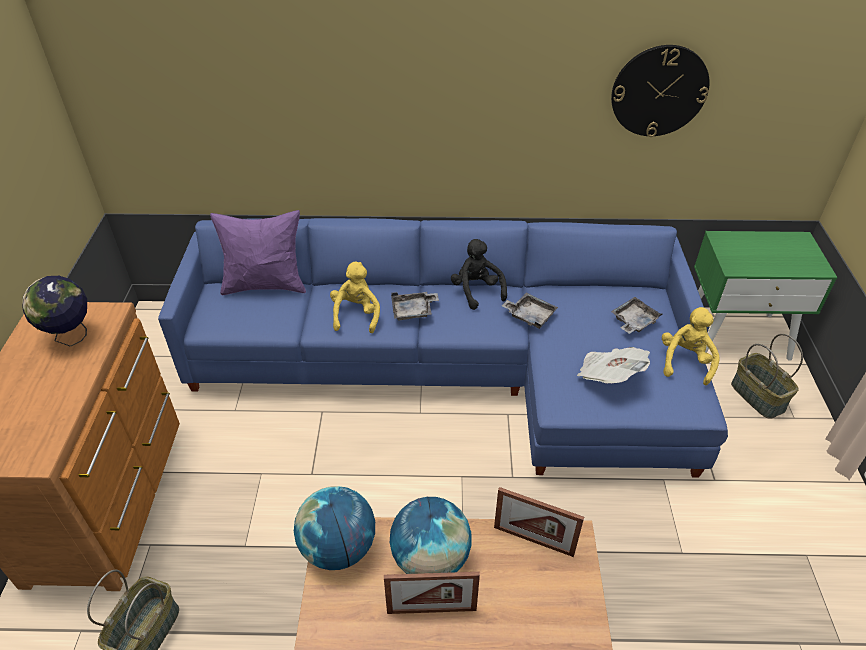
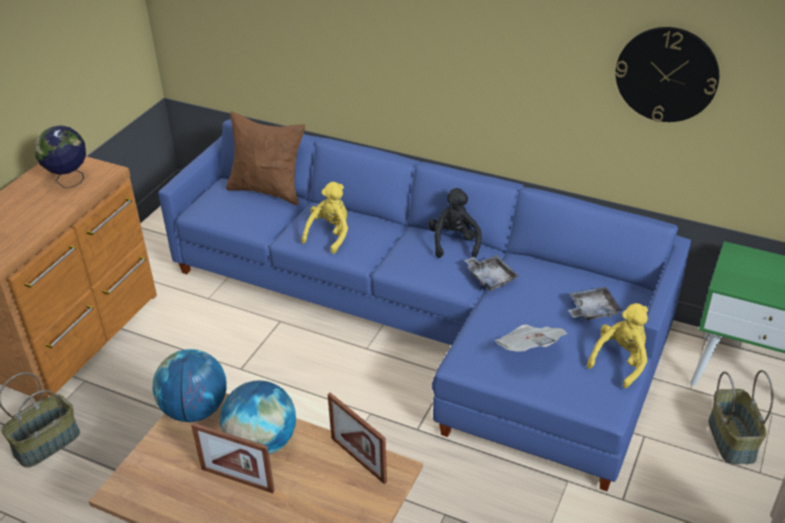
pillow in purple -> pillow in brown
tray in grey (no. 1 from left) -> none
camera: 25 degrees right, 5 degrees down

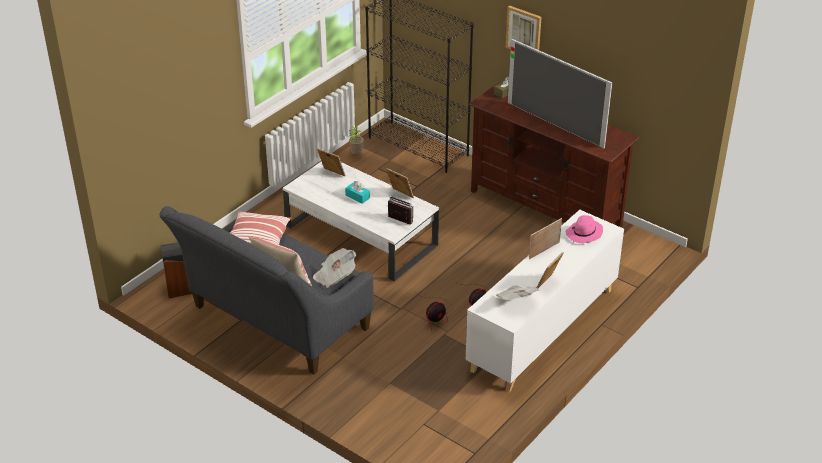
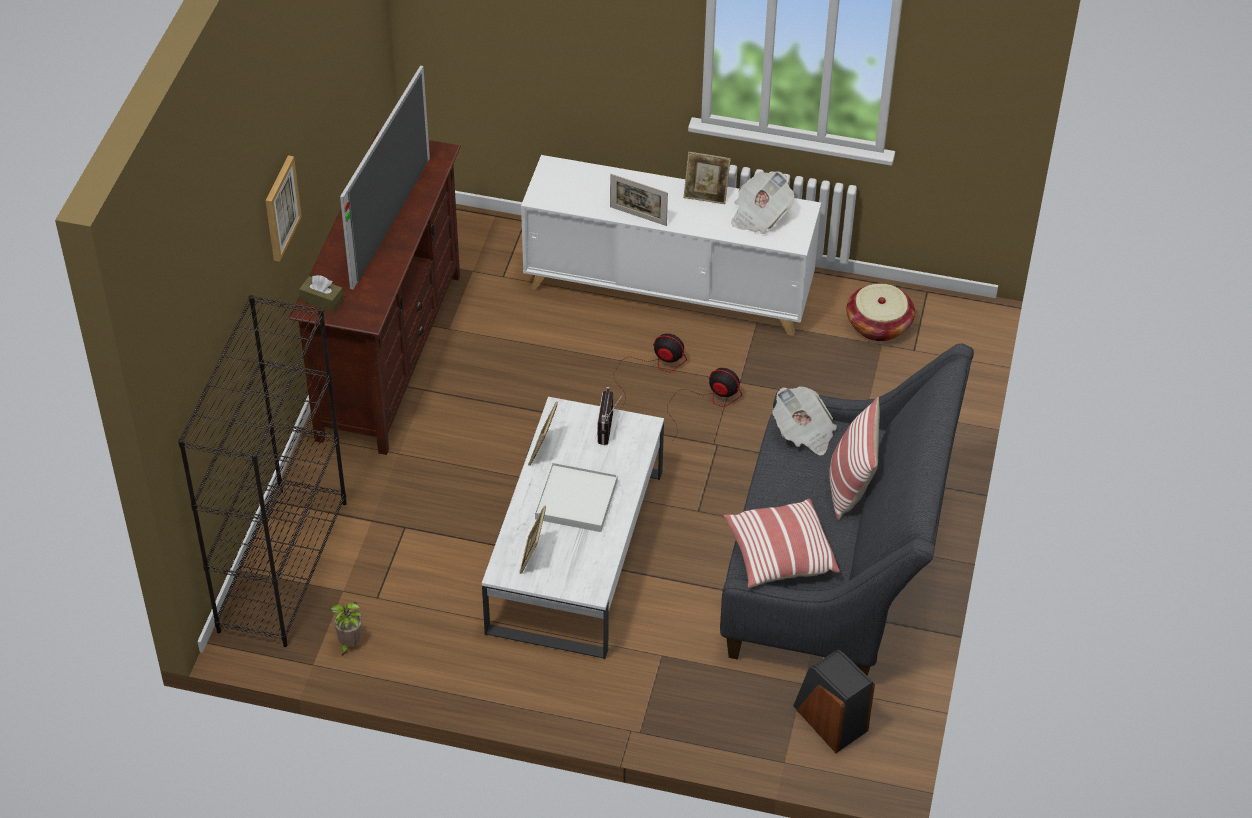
tissue box in turquoise -> tray in white
none -> basket
hat in pink -> none
camera: 115 degrees left, 10 degrees up

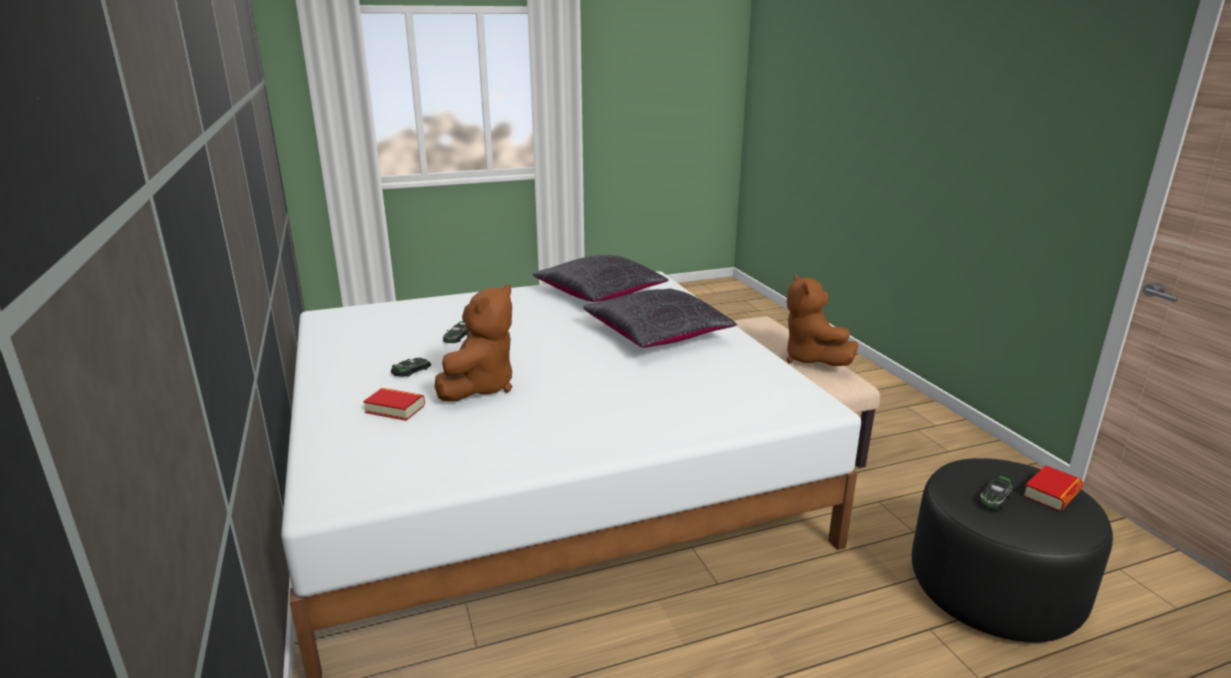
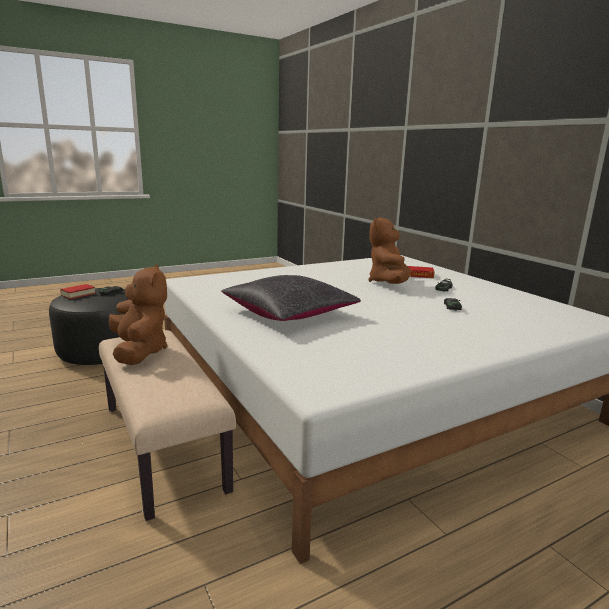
pillow in black (no. 1 from left) -> none
camera: 170 degrees right, 5 degrees down

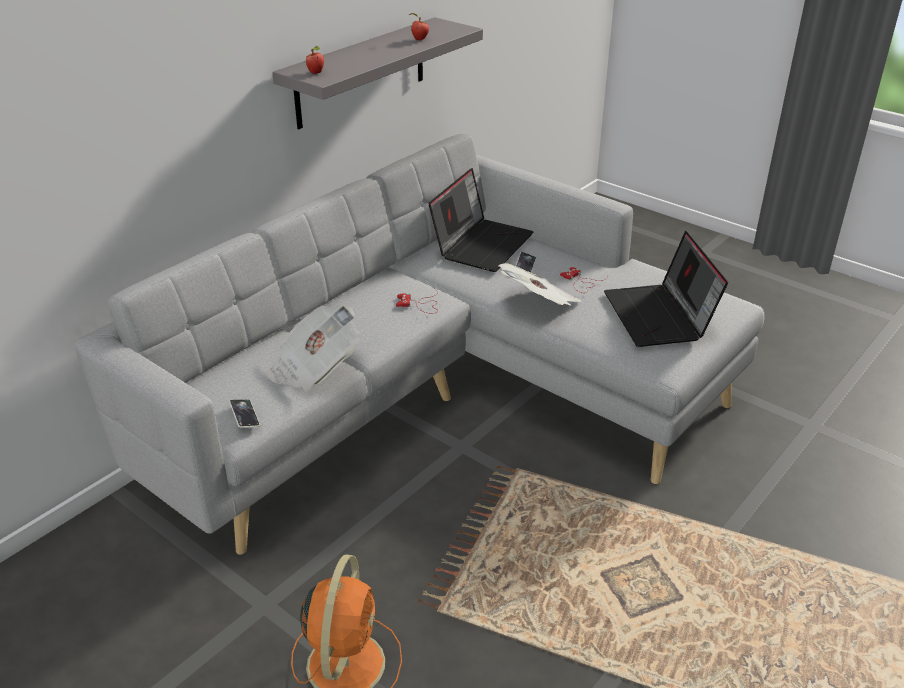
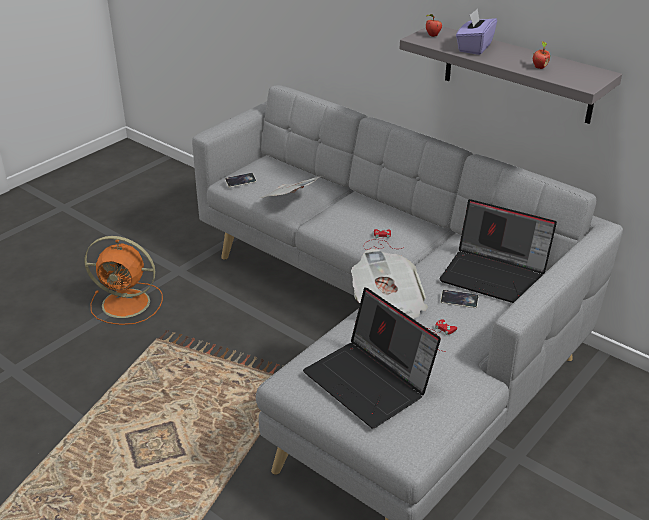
laptop (no. 2 from left in the first image) -> laptop (no. 1 from left), 120 degrees counterclockwise
none -> tissue box in purple
camera: 90 degrees right, 0 degrees up

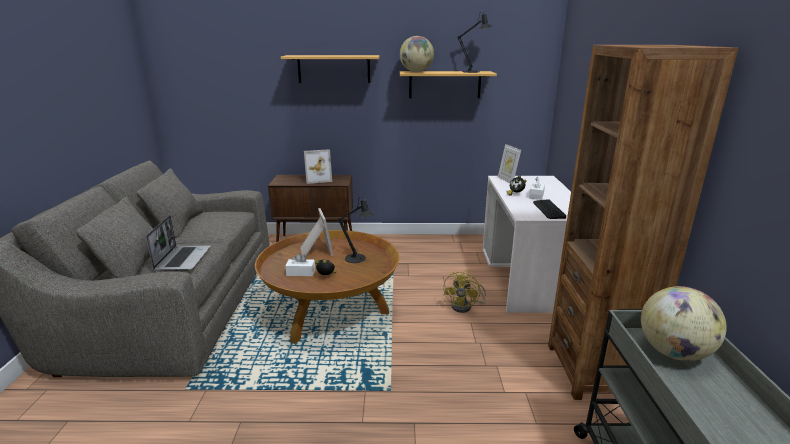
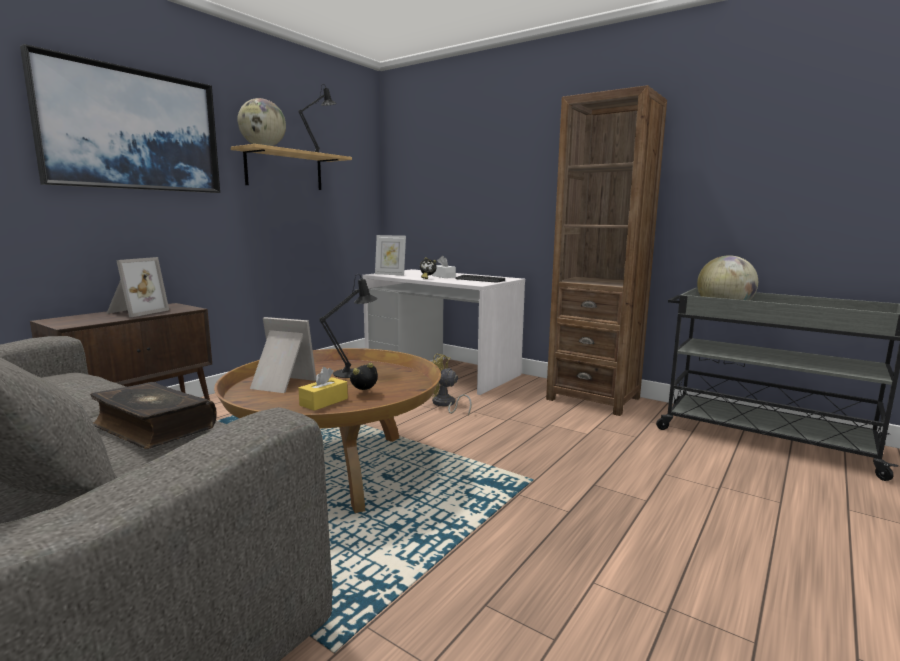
shelf (no. 1 from left) -> picture
laptop -> book
tissue box in white (no. 1 from left) -> tissue box in yellow
fan in yellow, 150 degrees clockwise
camera: 55 degrees left, 10 degrees down

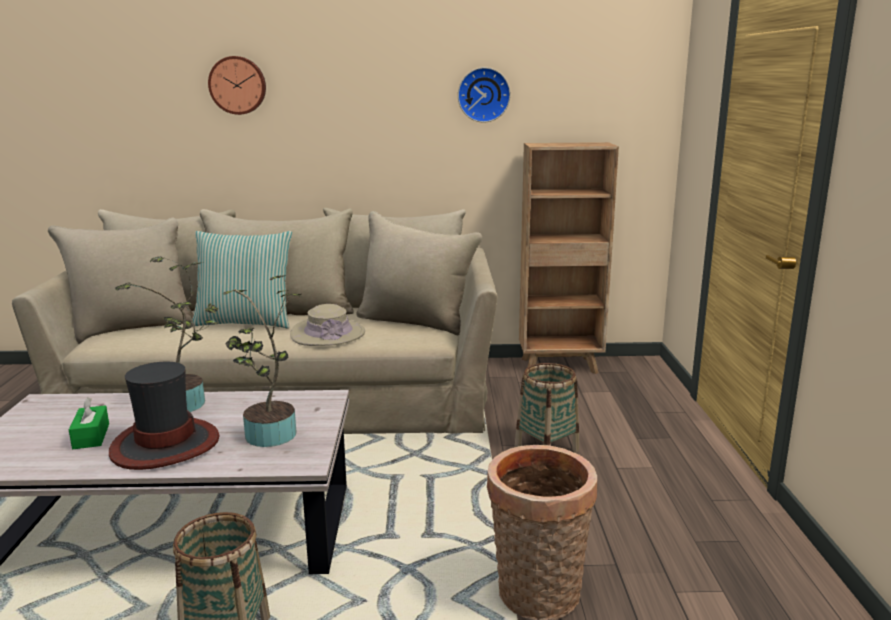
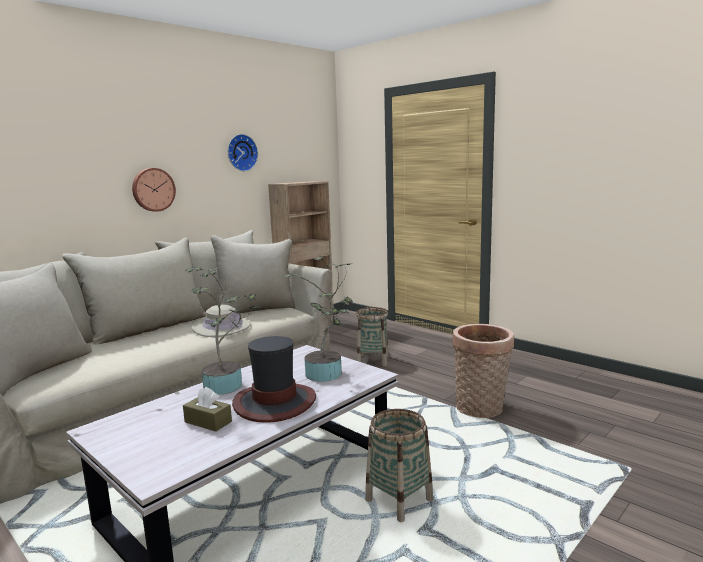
wall clock (no. 1 from left), relocated
tissue box in green -> tissue box in brown
pillow -> none
camera: 45 degrees left, 5 degrees down

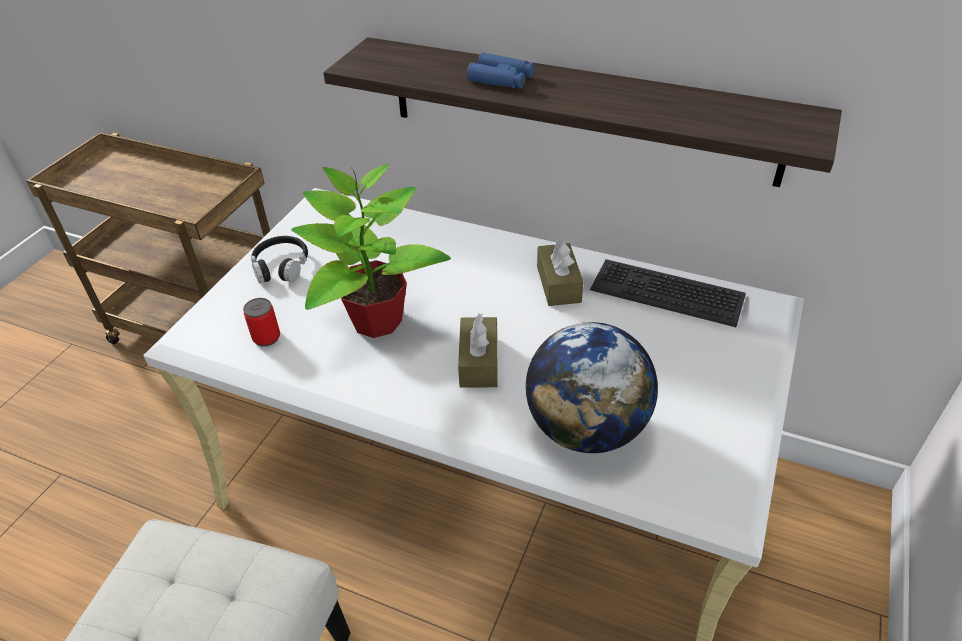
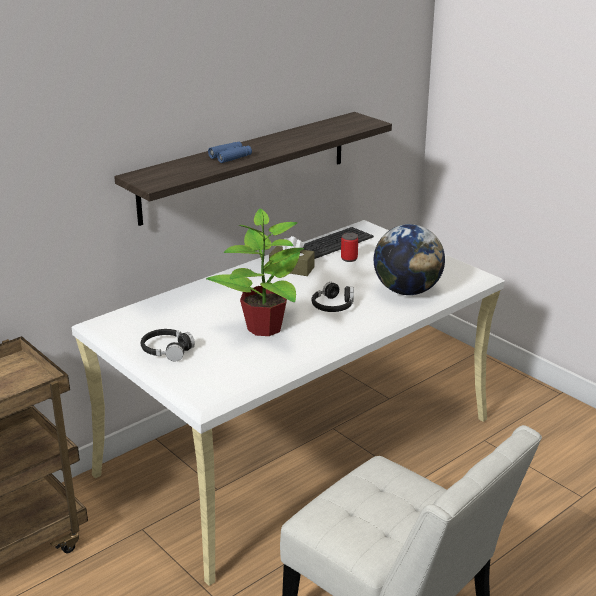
tissue box in brown (no. 1 from left) -> headphones in black (no. 2 from left)
can, relocated
camera: 65 degrees left, 15 degrees down

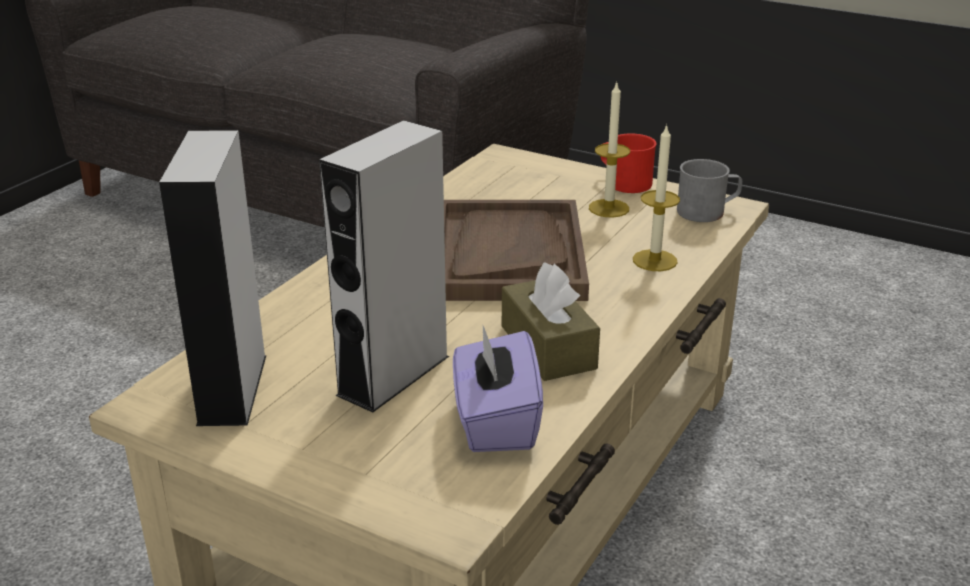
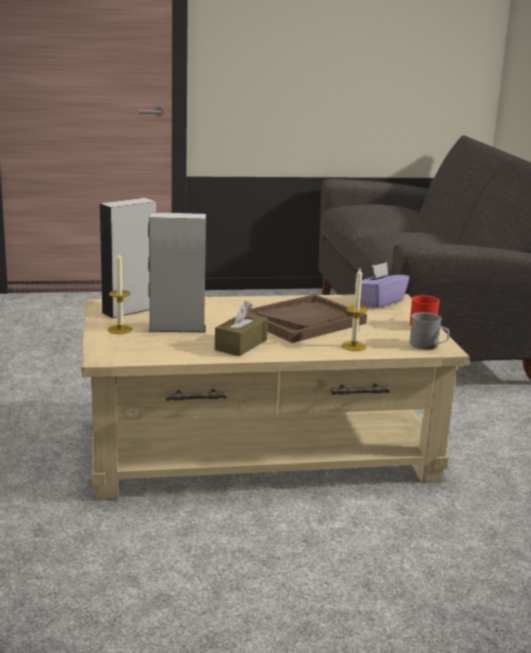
candle (no. 1 from left), relocated
tissue box in purple, relocated
camera: 50 degrees right, 10 degrees down

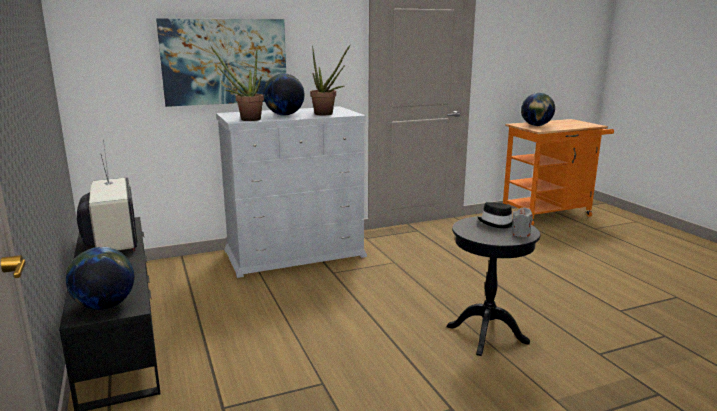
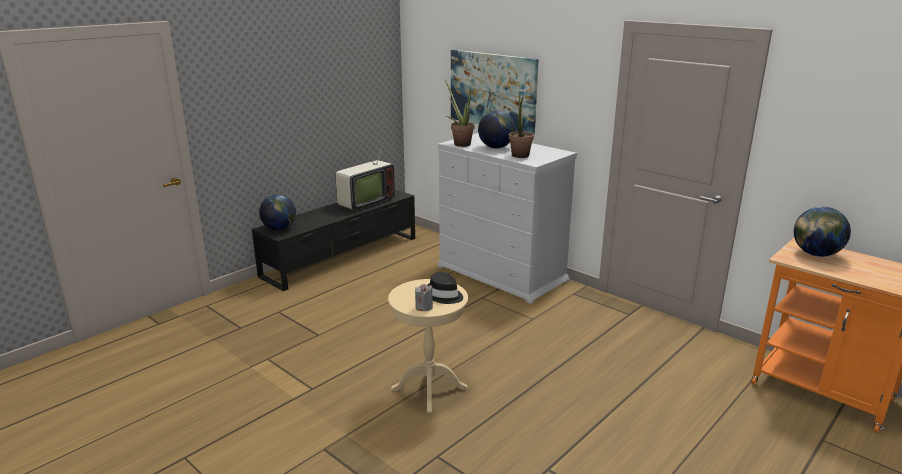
side table in black -> side table in beige
camera: 65 degrees right, 5 degrees up

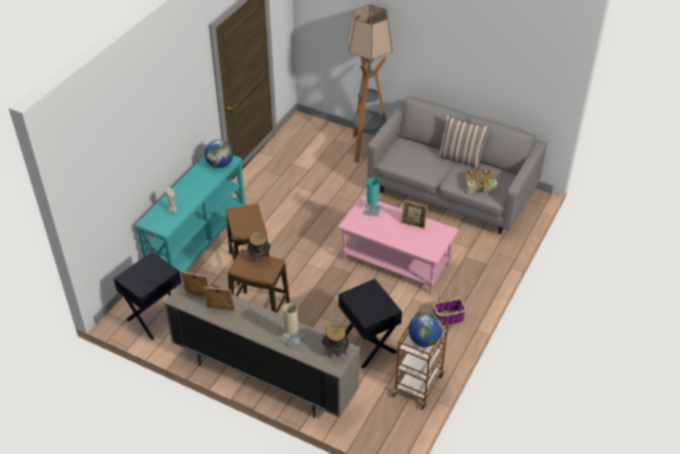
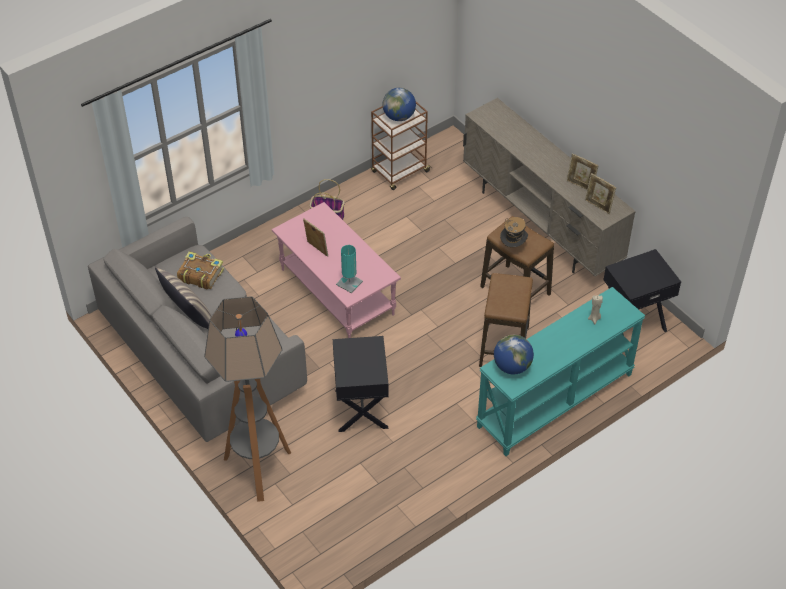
side table in black (no. 2 from left in the first image) -> side table in black (no. 1 from left), relocated
table lamp in beige -> none
hat (no. 2 from left) -> none
camera: 155 degrees left, 5 degrees up

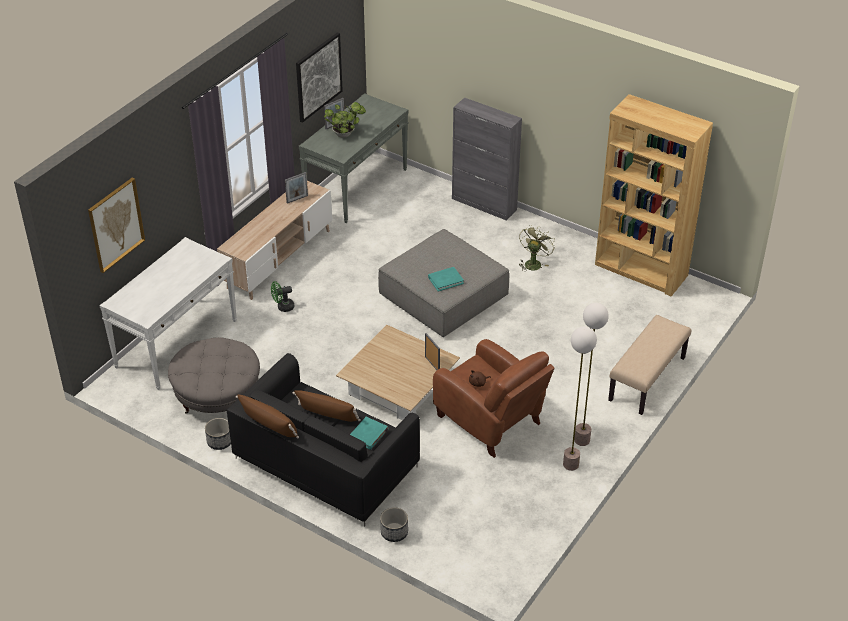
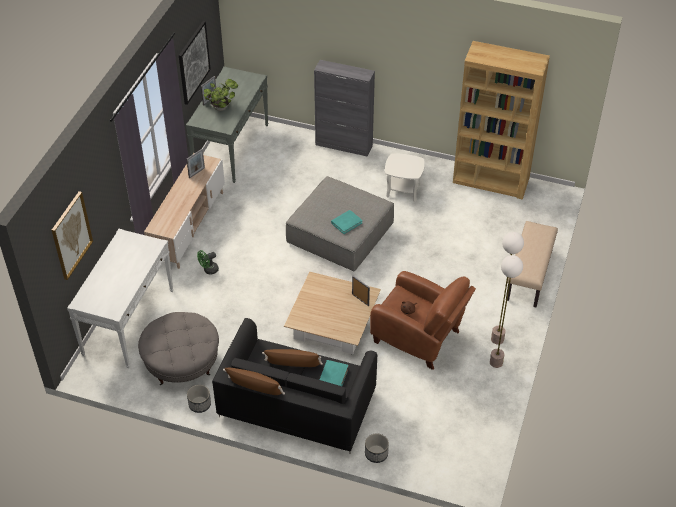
fan in green (no. 2 from left) -> side table in white
camera: 15 degrees left, 5 degrees up

